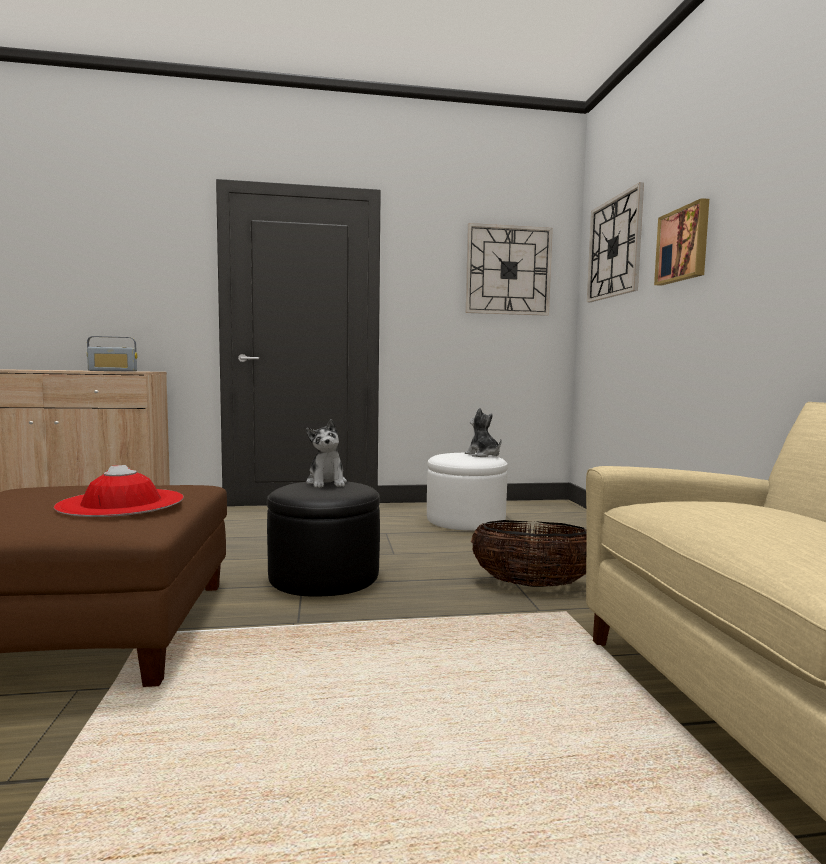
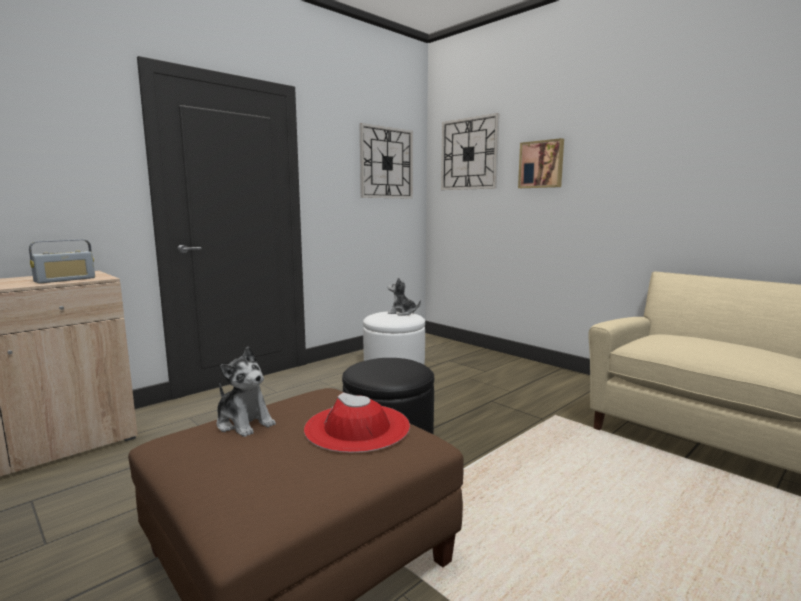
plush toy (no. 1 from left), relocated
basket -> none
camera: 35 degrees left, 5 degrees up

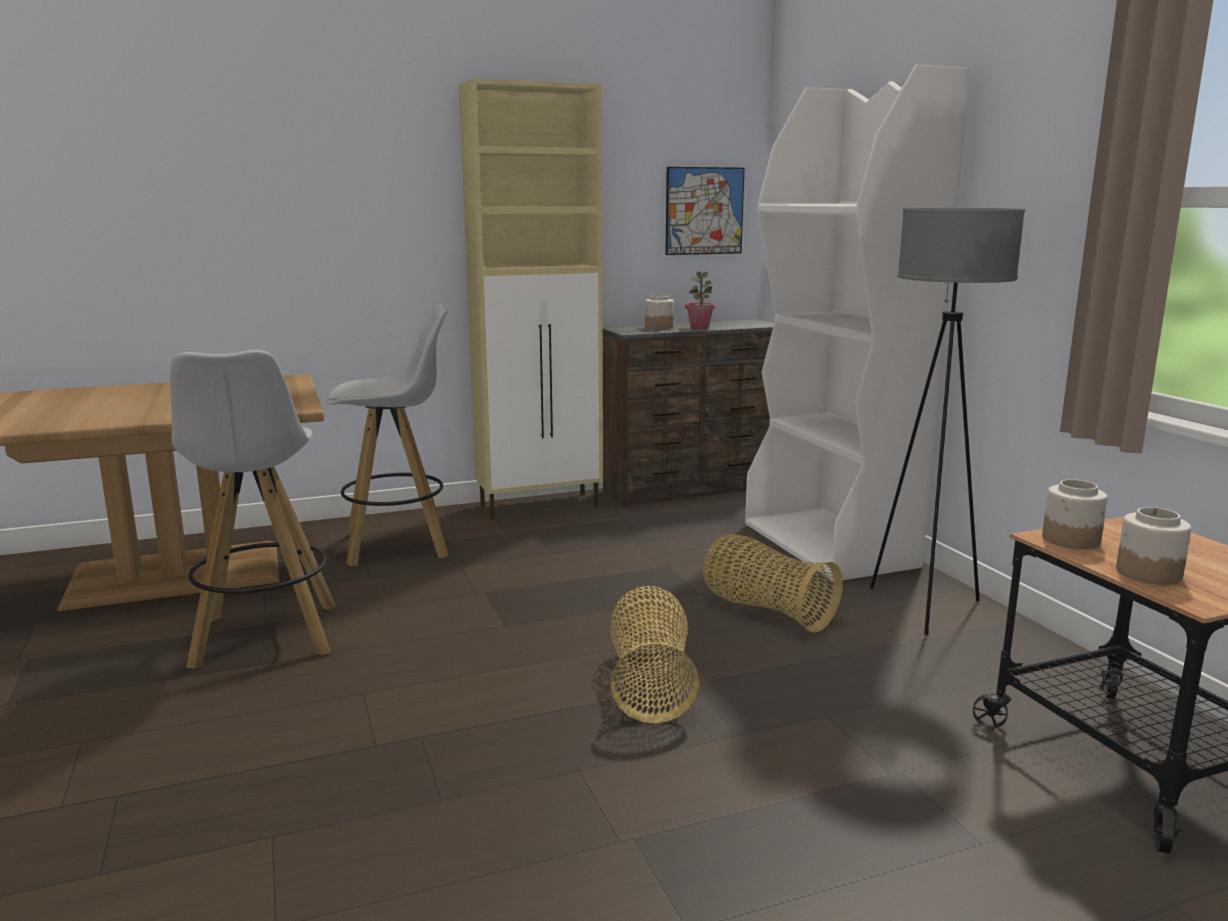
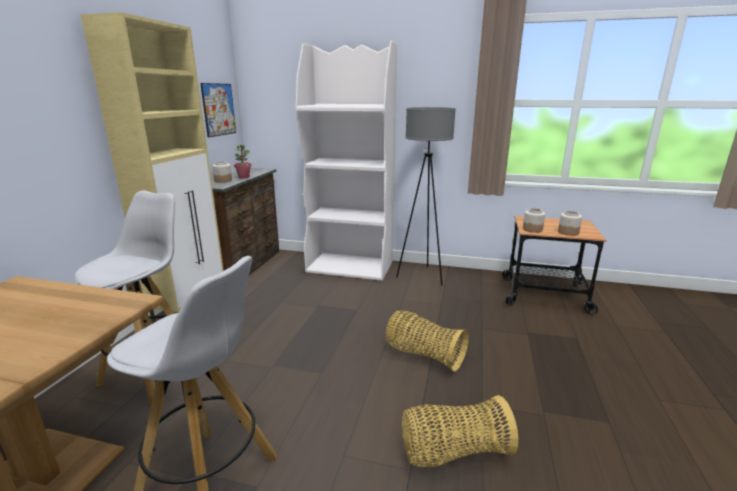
basket (no. 2 from left), relocated
camera: 55 degrees left, 5 degrees up

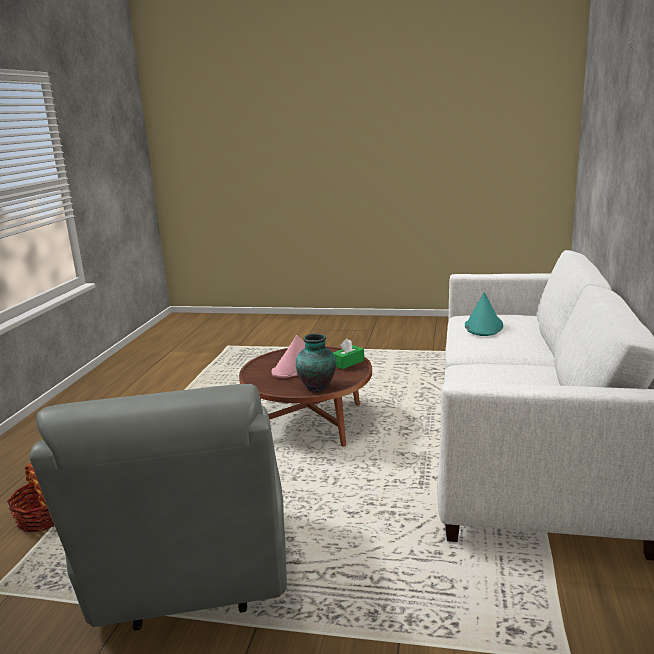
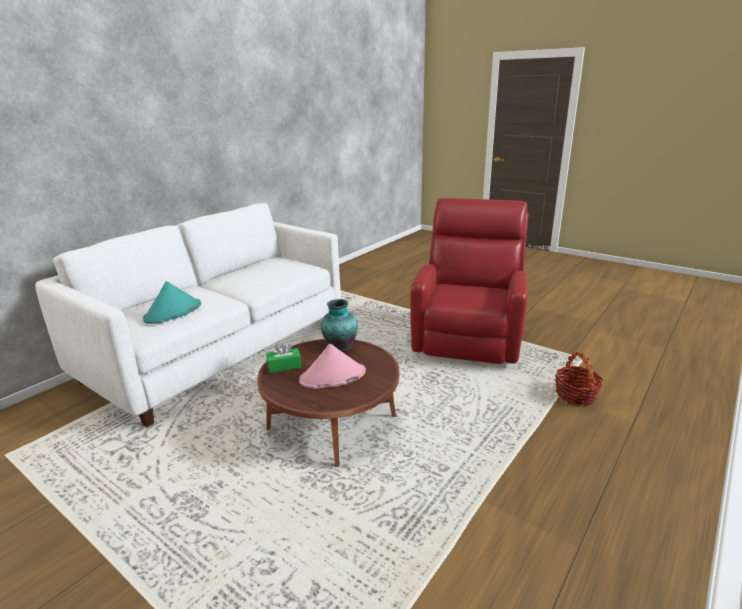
armchair in grey -> armchair in red
camera: 155 degrees left, 5 degrees up

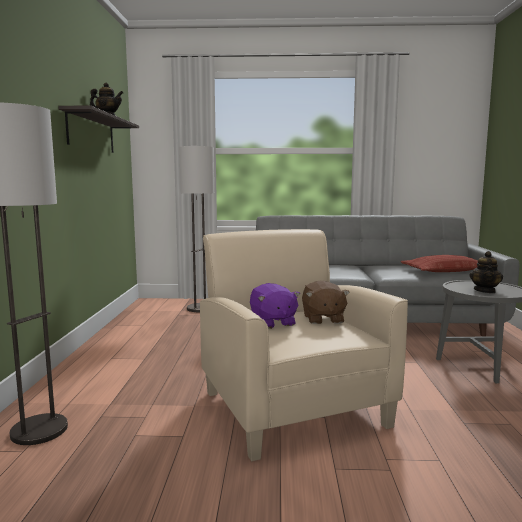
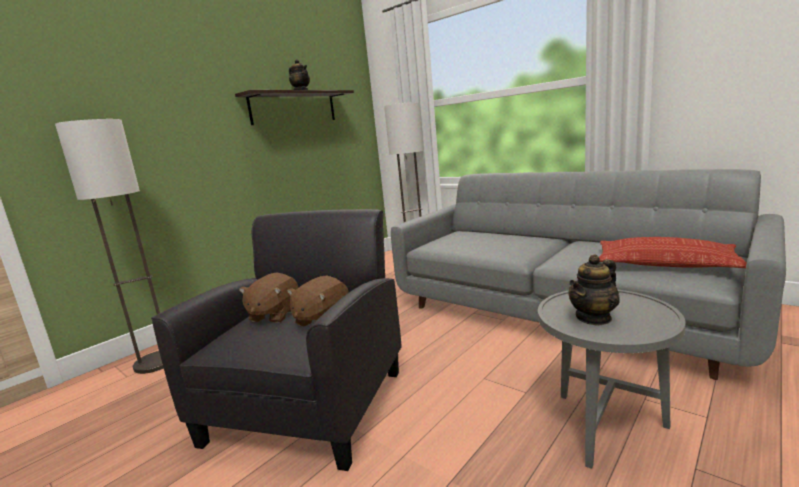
armchair in beige -> armchair in black
plush toy in purple -> plush toy in brown (no. 1 from left)
camera: 40 degrees right, 5 degrees up

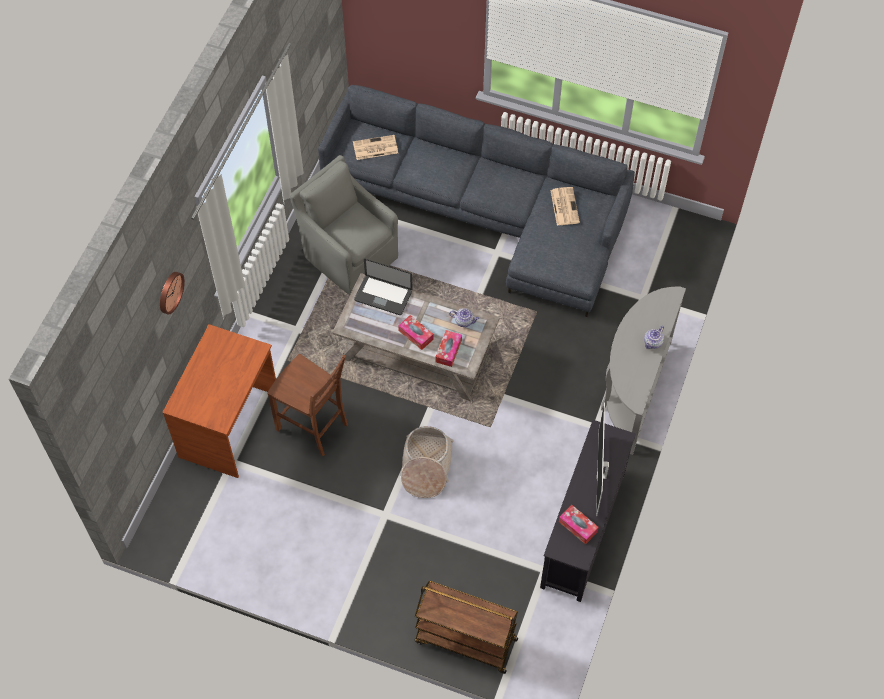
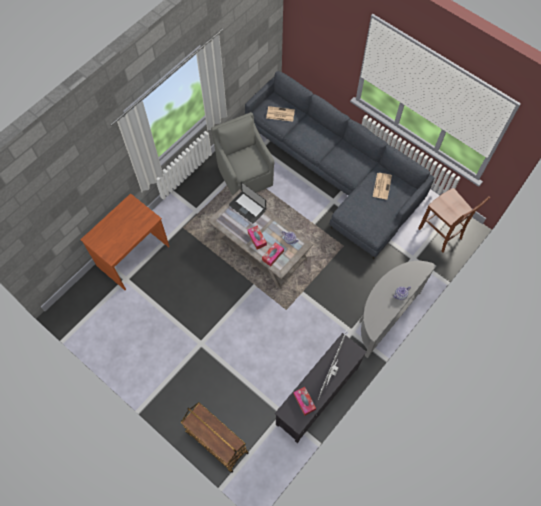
chair in brown, relocated
wall clock -> none
basket -> none
camera: 20 degrees right, 5 degrees up

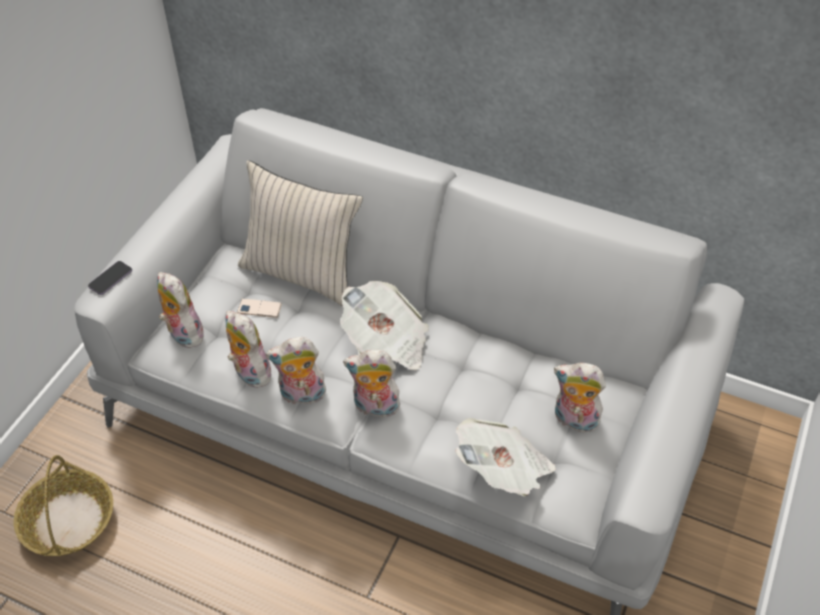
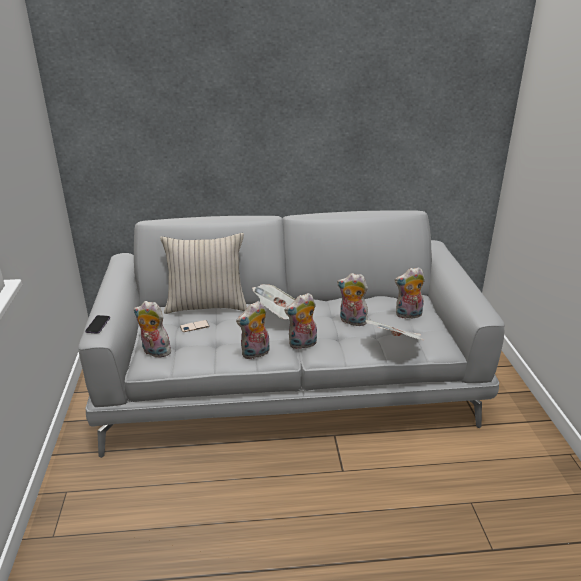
plush toy (no. 2 from left in the first image) -> plush toy (no. 4 from left), relocated
basket -> none
camera: 30 degrees left, 20 degrees down

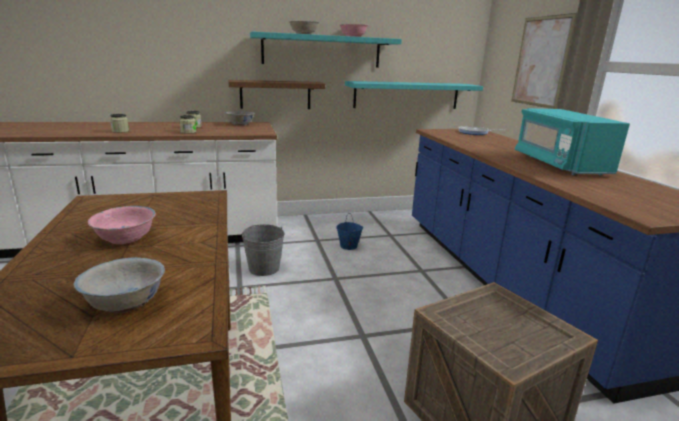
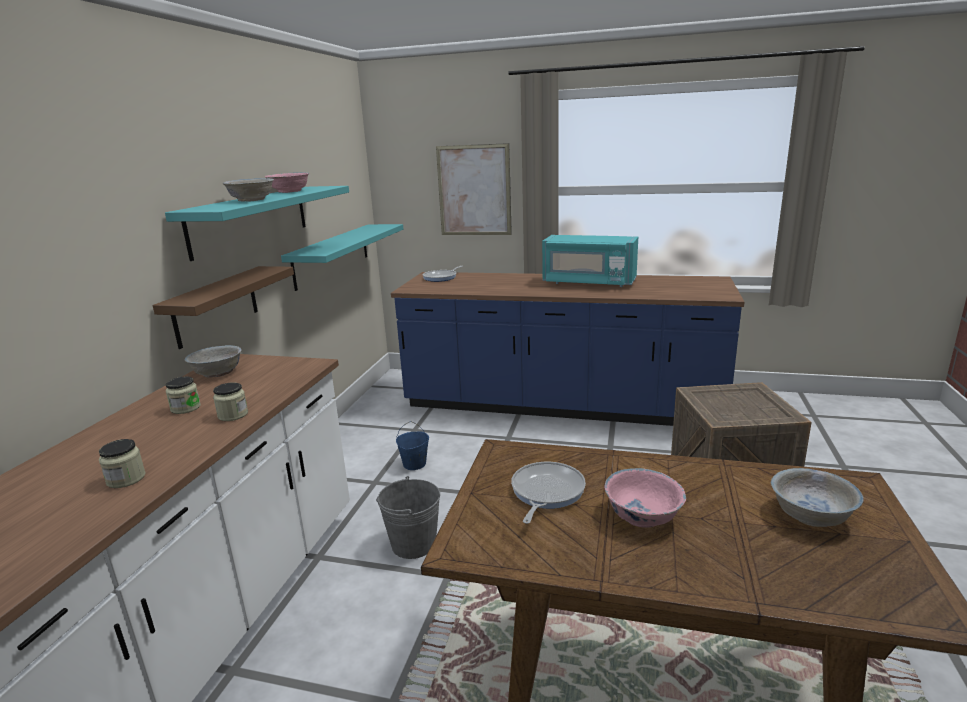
none -> frying pan (no. 2 from left)
camera: 60 degrees left, 0 degrees up

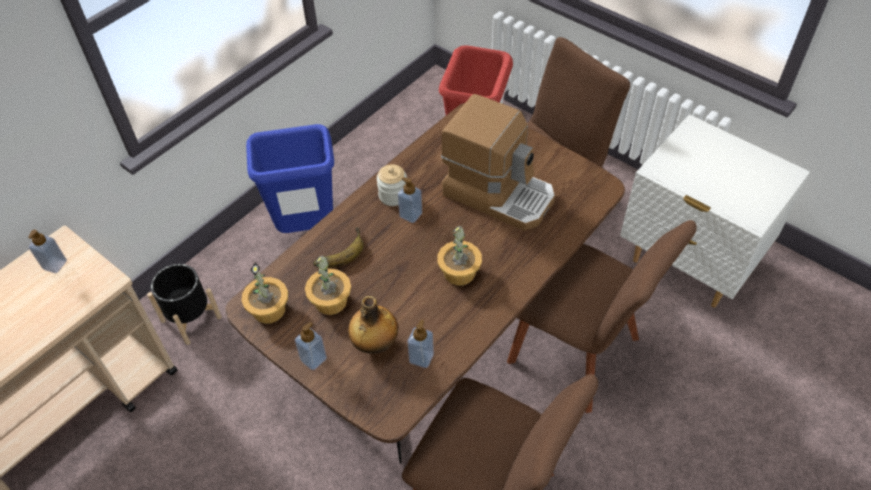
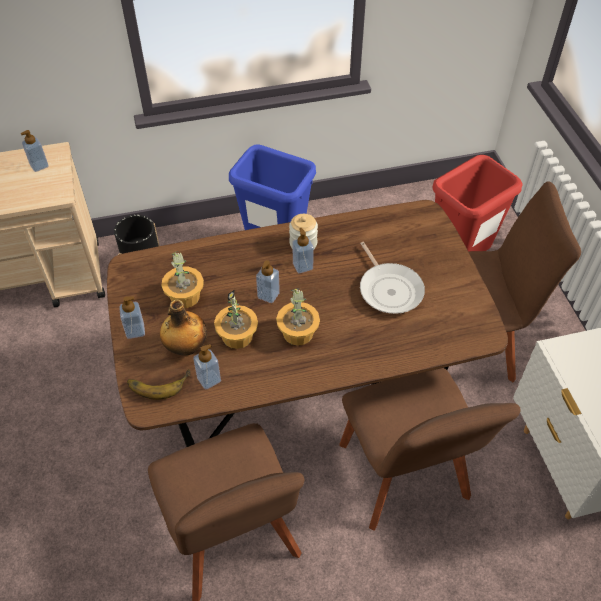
banana, relocated
potted plant (no. 1 from left in the first image) -> potted plant (no. 2 from left), relocated
none -> soap dispenser (no. 4 from left)
coffee machine -> frying pan
camera: 35 degrees right, 0 degrees up

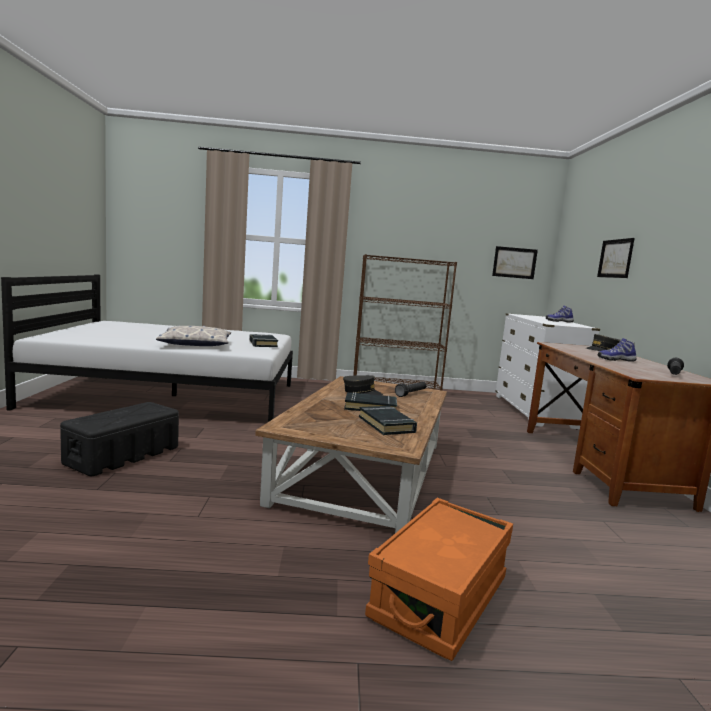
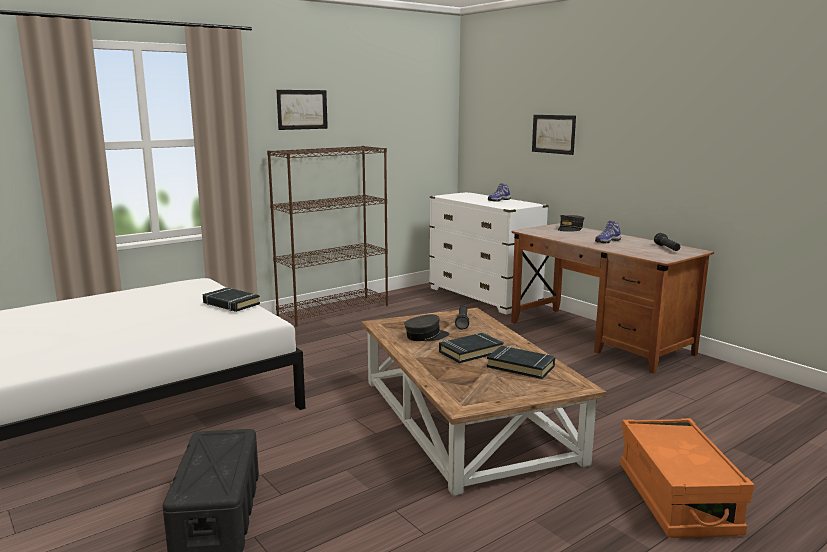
picture (no. 1 from left), relocated
pillow -> none
camera: 35 degrees left, 5 degrees up

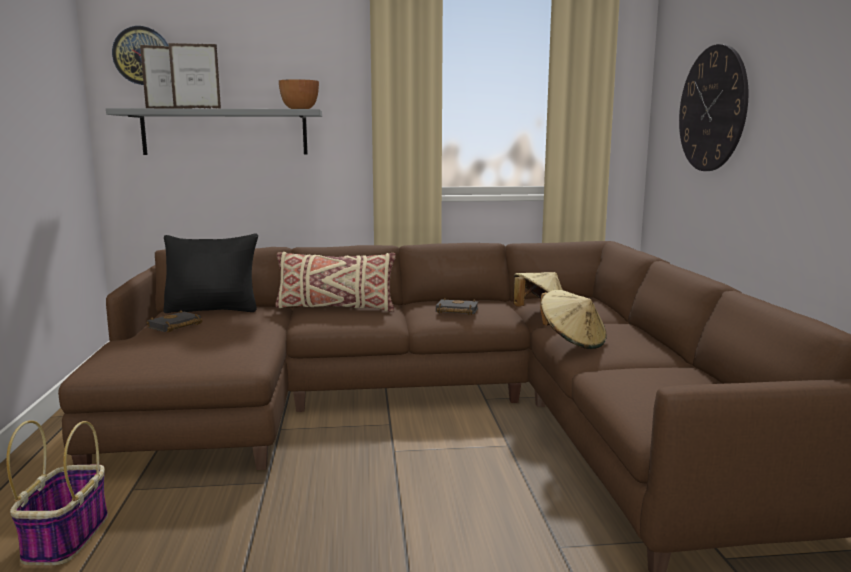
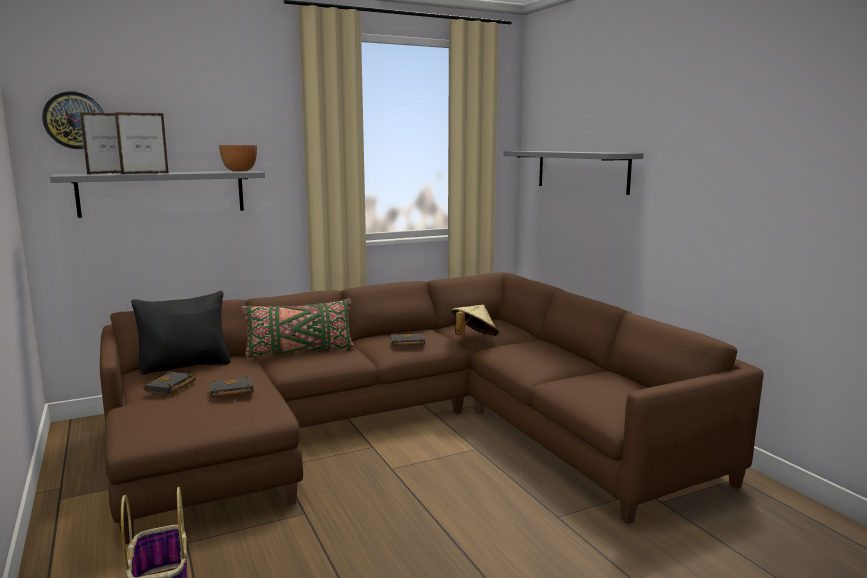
none -> book in black (no. 2 from left)
pillow in beige -> pillow in green
wall clock (no. 2 from left) -> shelf in grey (no. 2 from left)
hat in beige (no. 2 from left) -> none
camera: 20 degrees left, 0 degrees up

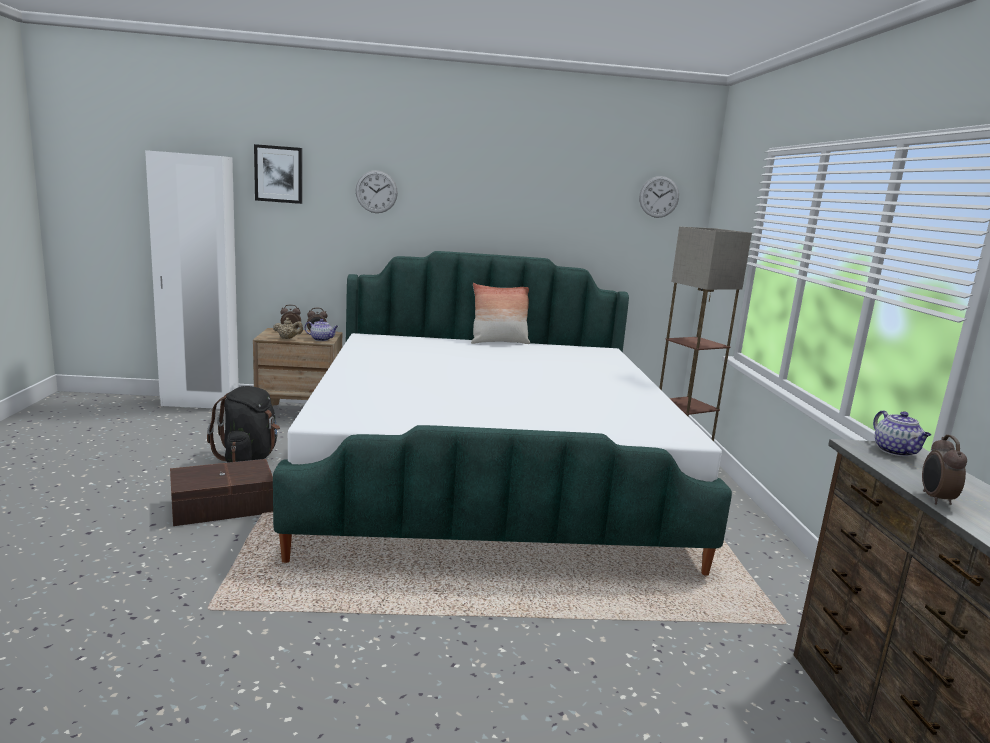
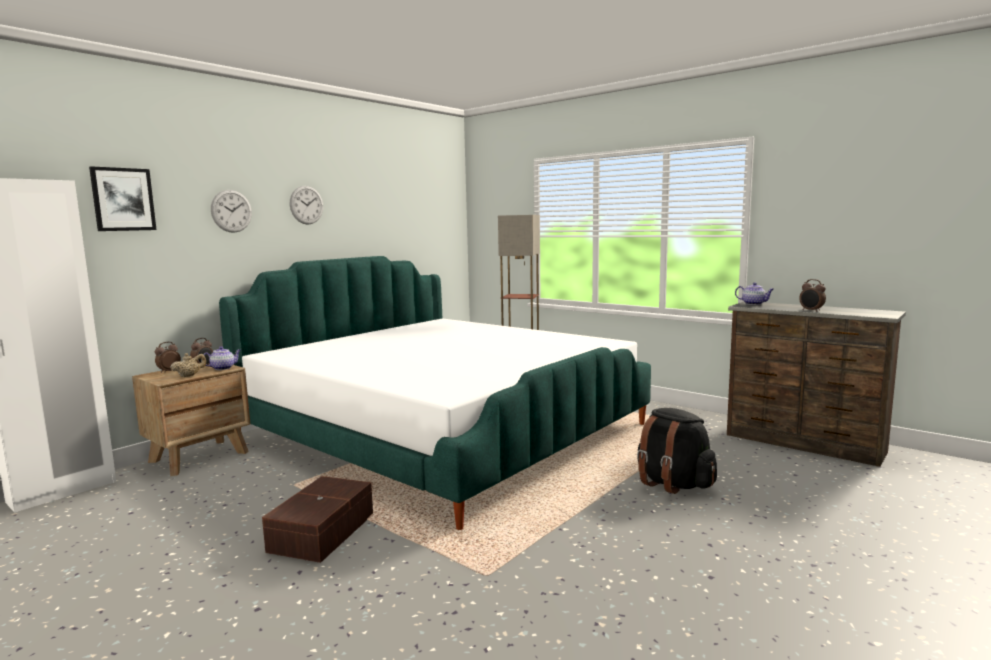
wall clock (no. 2 from left), relocated
backpack in black, relocated
pillow -> none
camera: 45 degrees left, 5 degrees down

